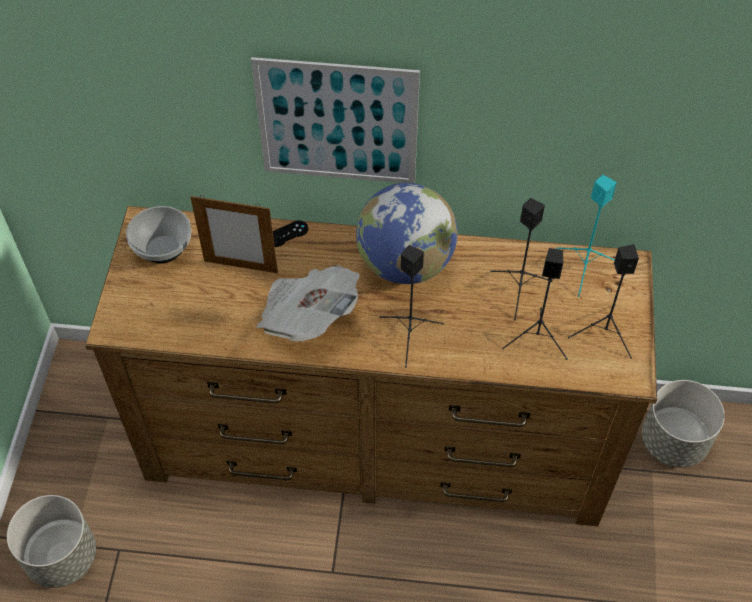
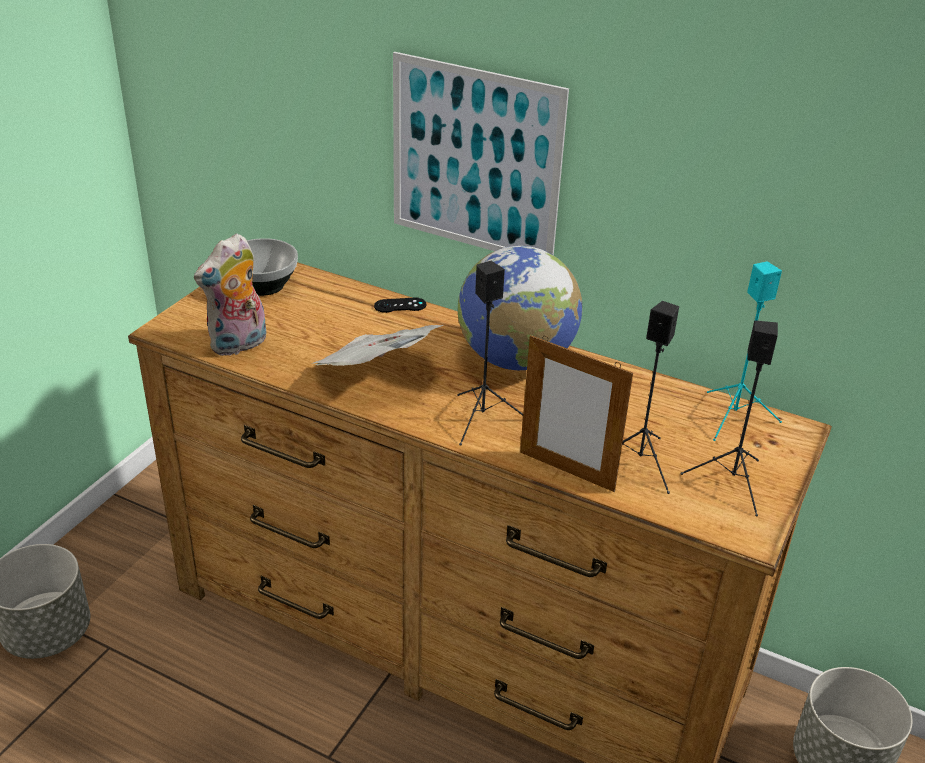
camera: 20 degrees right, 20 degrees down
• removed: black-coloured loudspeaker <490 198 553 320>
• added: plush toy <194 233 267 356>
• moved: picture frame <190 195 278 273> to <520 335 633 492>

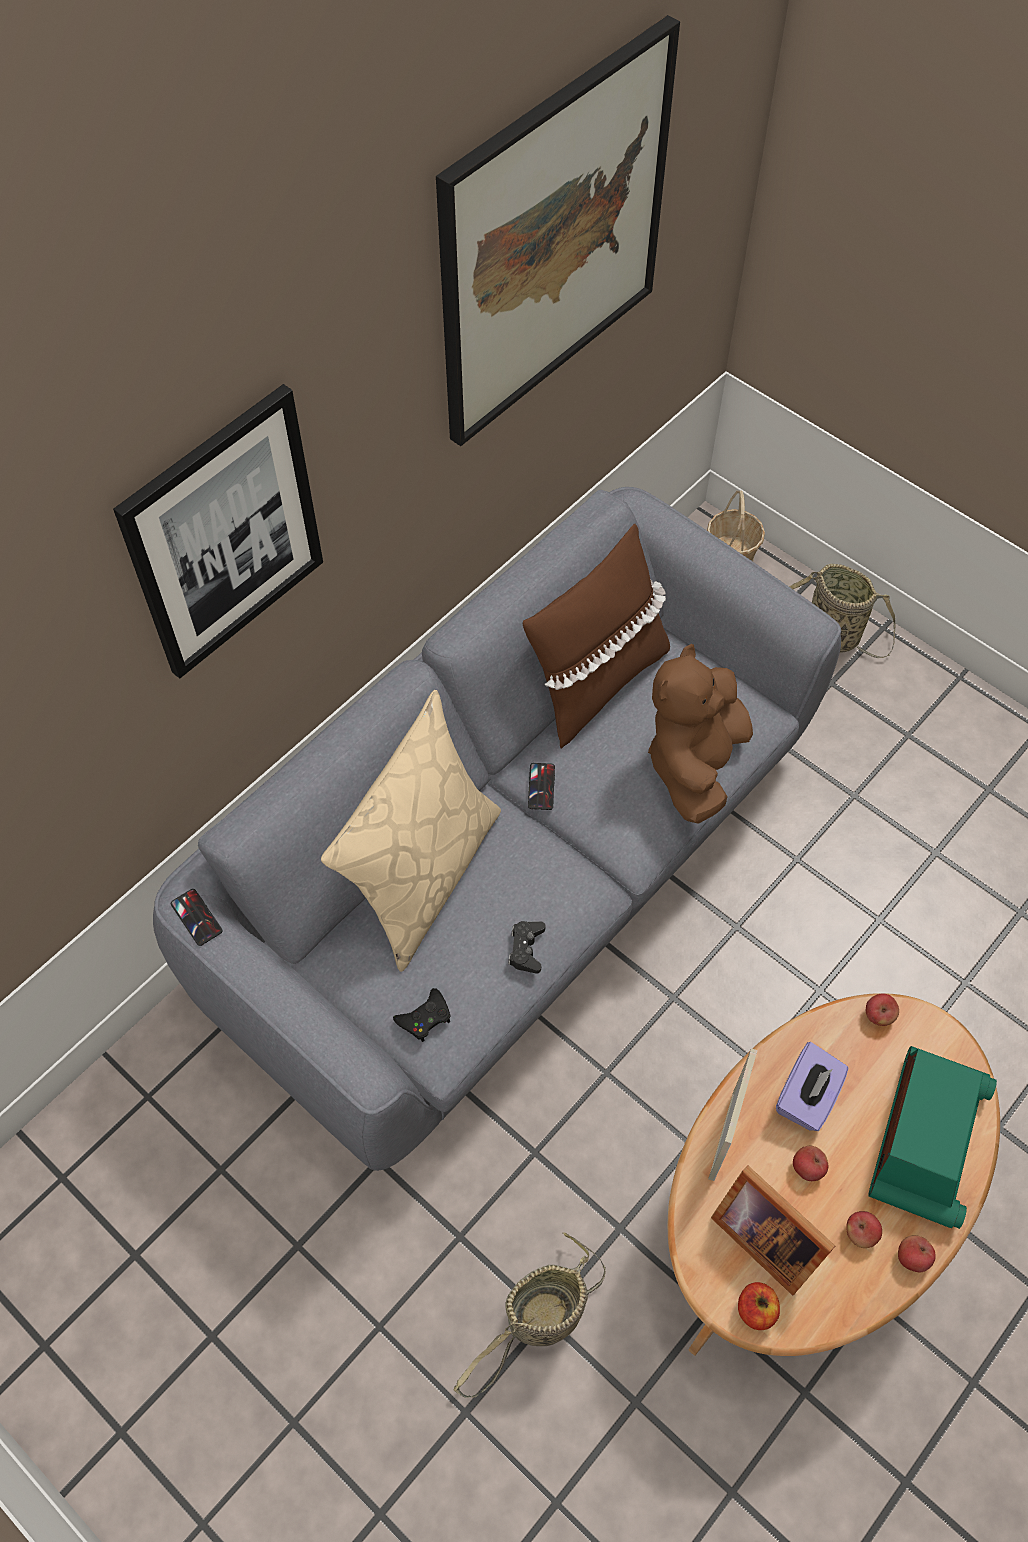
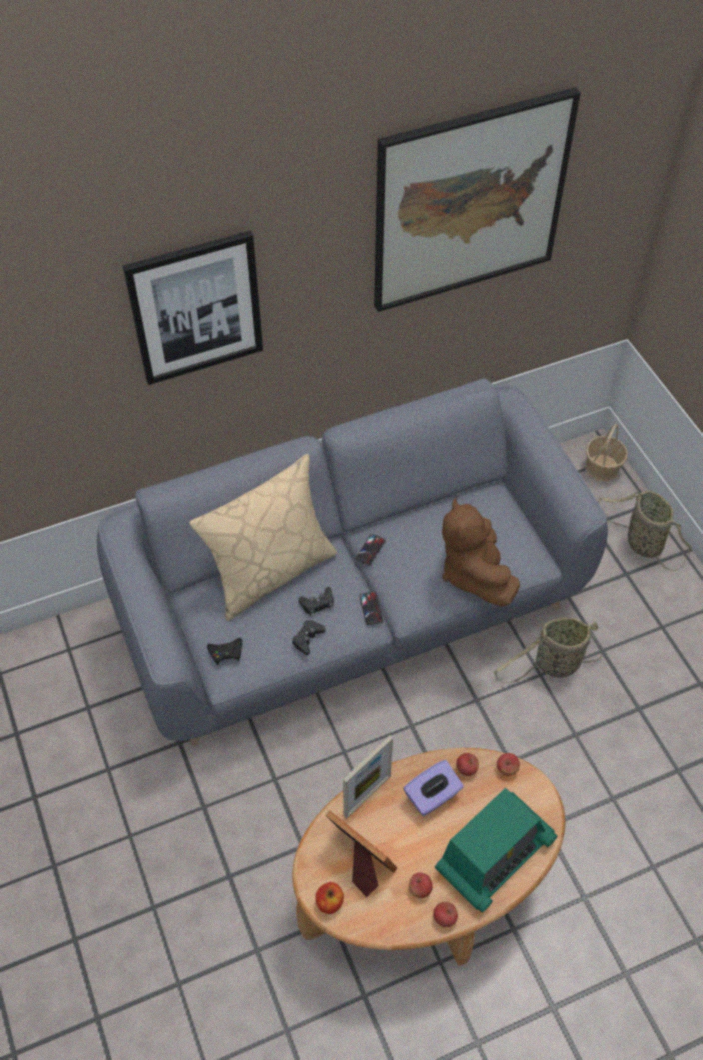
camera: 25 degrees right, 5 degrees down
• removed: brown cushion <523 524 670 748>
• added: black-coloured gamepad <299 587 334 617>
• moved: telephone <171 889 223 946> to <359 592 383 625>
• moved: household basket <454 1232 606 1398> to <493 617 602 683>
• moved: apple fruit <793 1146 828 1181> to <456 753 479 776>
• turned: brown plush toy <648 644 753 824> = <442 498 520 607> 60 degrees counterclockwise
• turned: picture frame <711 1165 835 1295> = <326 811 397 897> 150 degrees clockwise

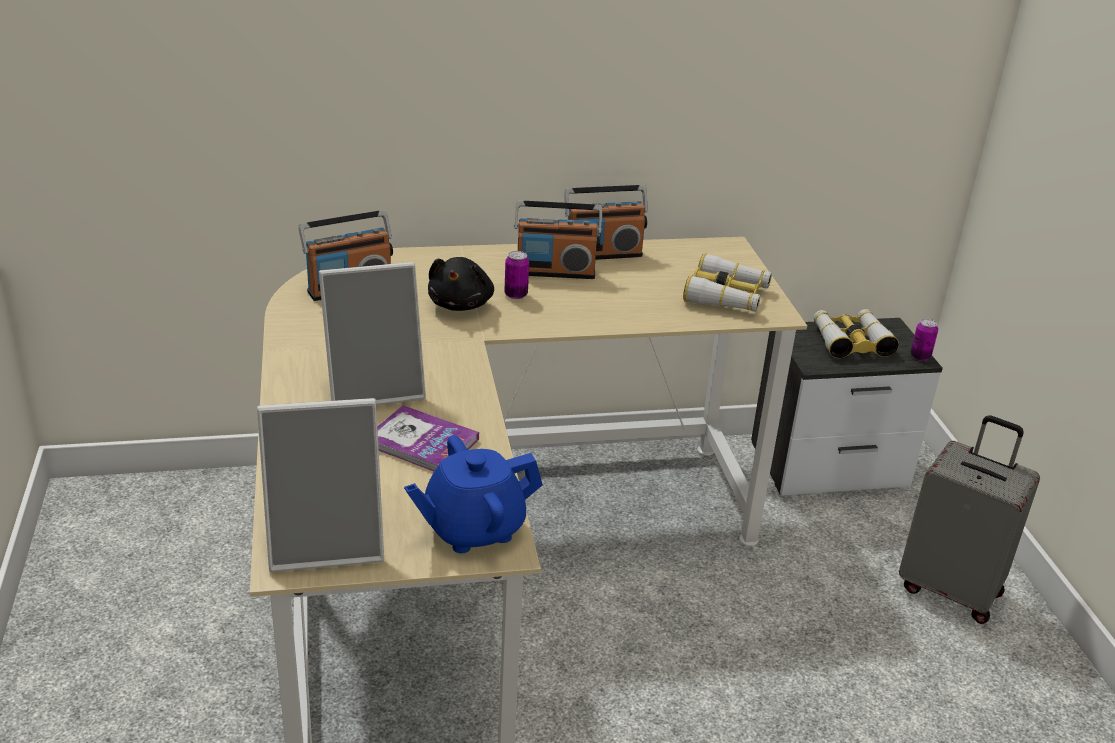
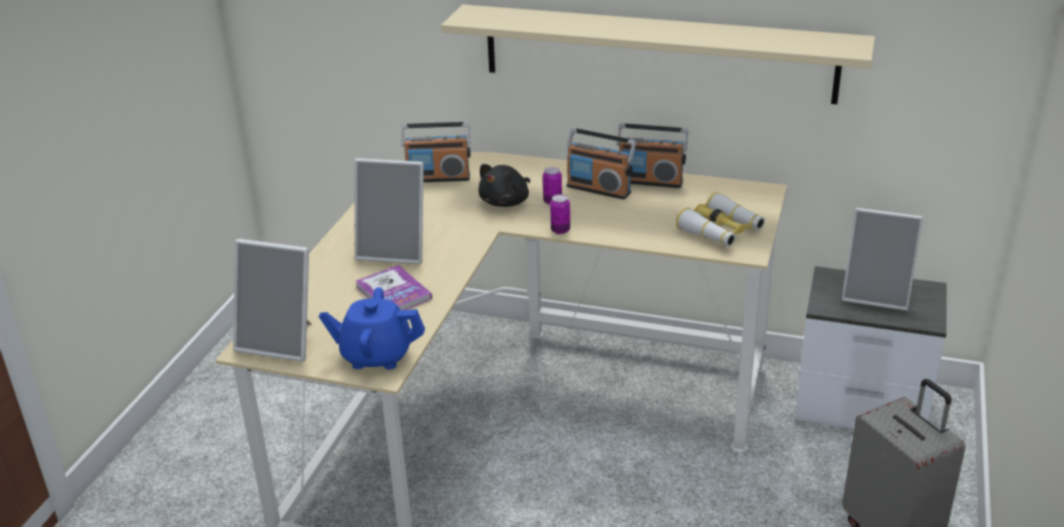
camera: 30 degrees right, 0 degrees up
• added: beige-coloured wall shelf <441 4 875 104>
• moved: metal can <911 319 938 361> to <550 194 570 234>
• replaced: field glasses <813 309 899 358> to picture frame <842 208 923 311>

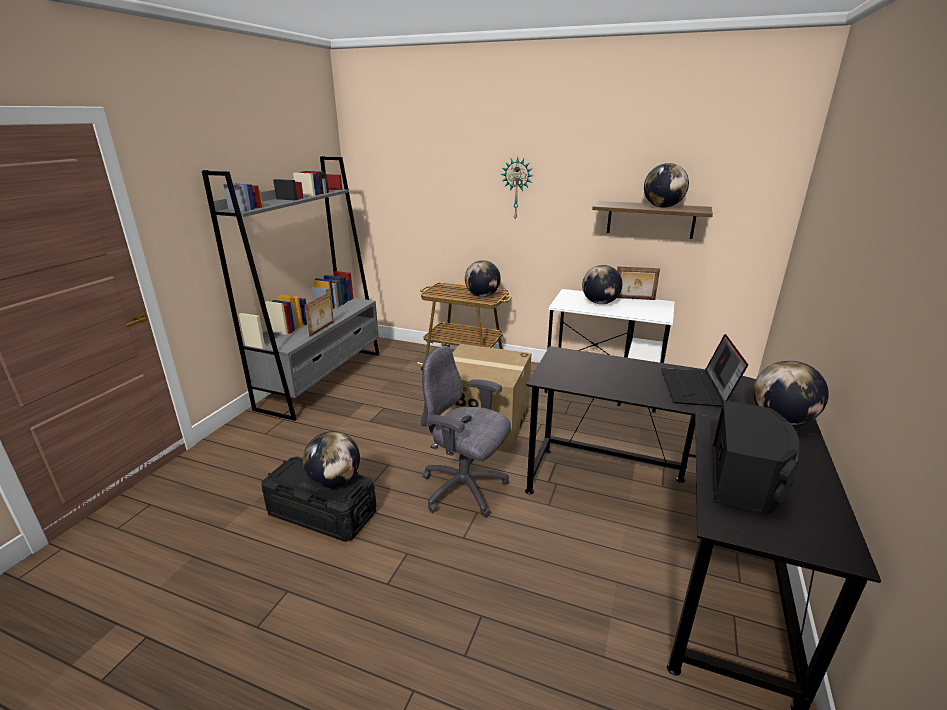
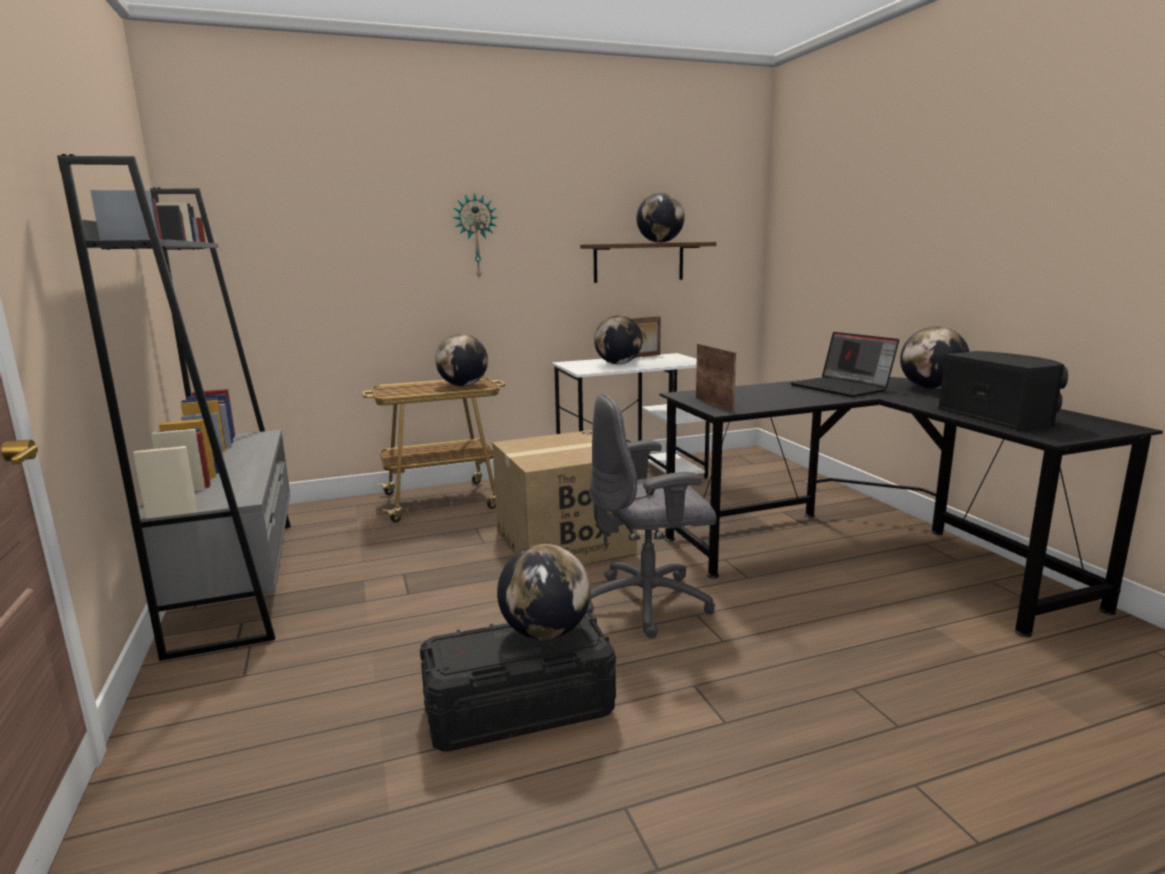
camera: 40 degrees left, 10 degrees down
• moved: picture frame <304 292 334 337> to <696 344 736 412>

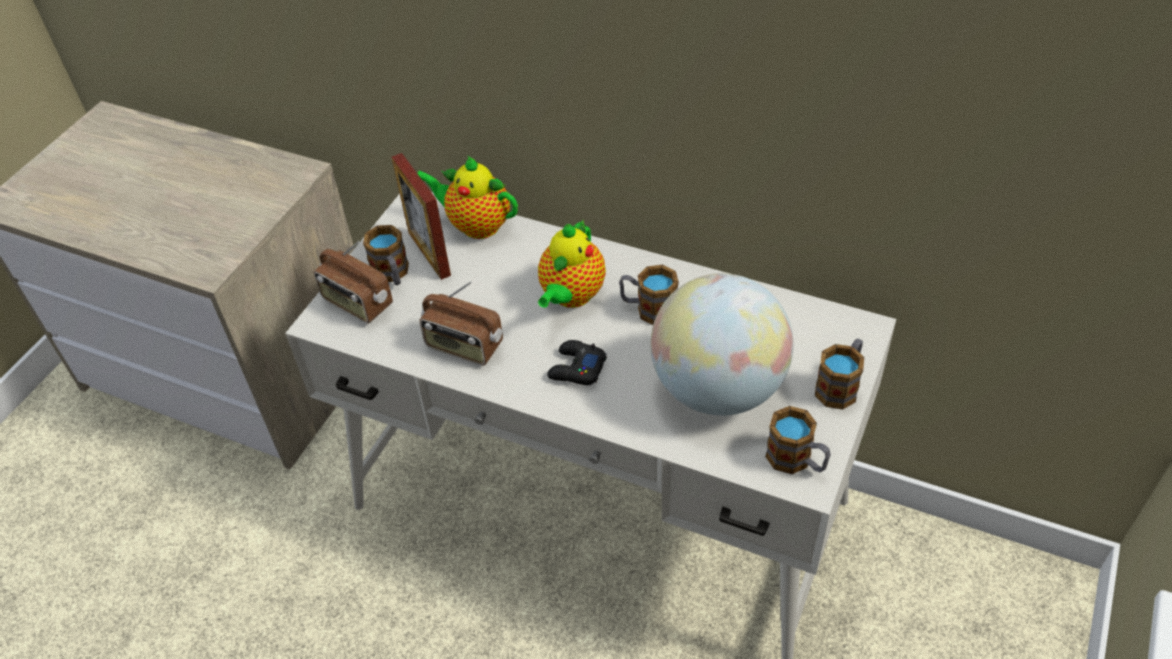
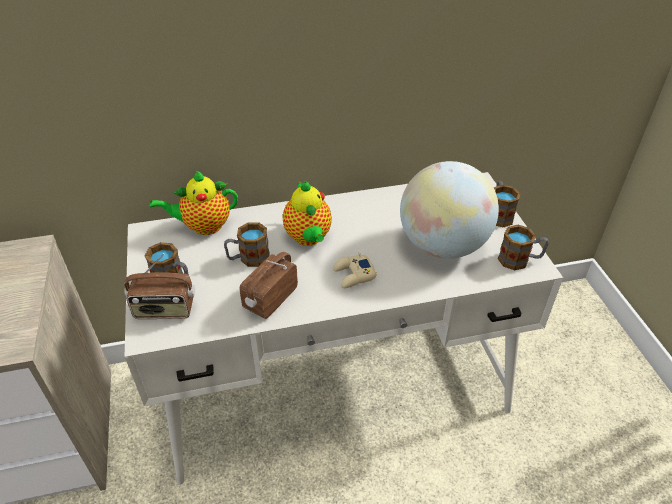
camera: 40 degrees left, 5 degrees down
• removed: picture frame <392 153 451 280>
• moved: coffee mug <619 265 679 325> to <224 222 270 267>
• recoloured: black-coloured gamepad <547 340 607 385> to beige-coloured gamepad <333 253 377 288>
• turned: radio set <419 281 503 365> = <239 252 298 319> 135 degrees clockwise

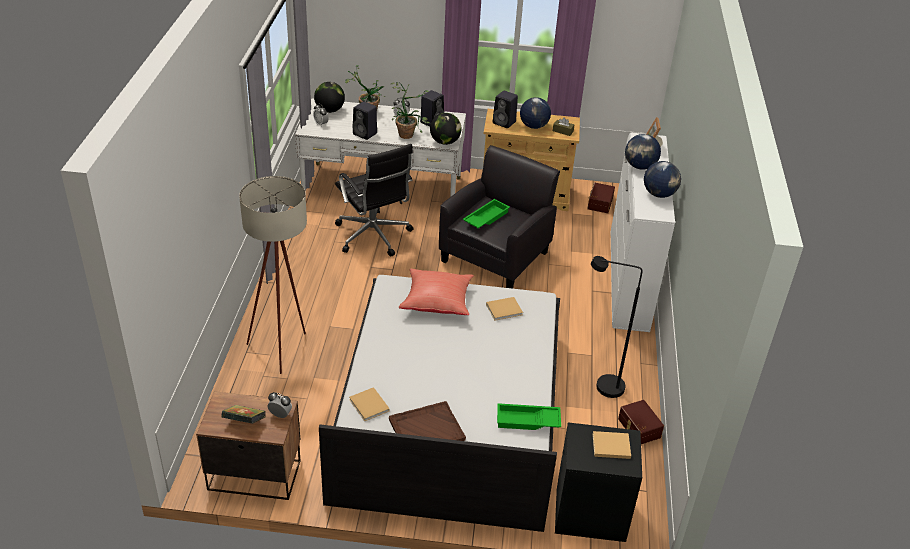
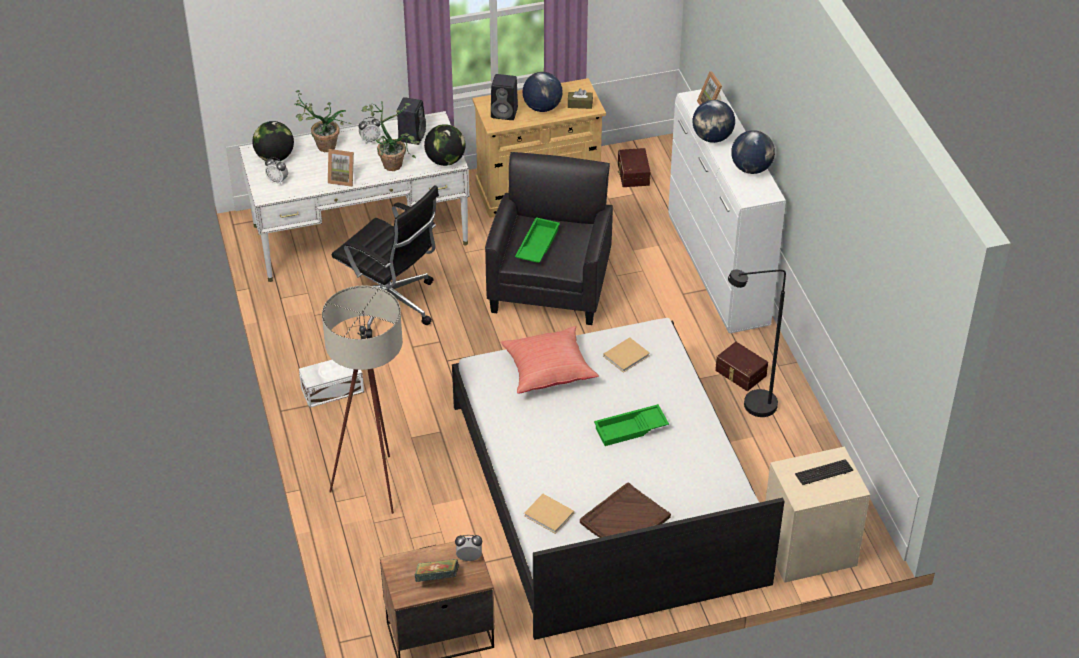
camera: 20 degrees left, 5 degrees up
• added: whitish storage container <299 360 364 408>
• moved: green tray <497 403 561 430> to <594 404 669 446>
• moved: brown storage container <618 400 664 444> to <715 342 768 391>
• replaced: black-coloured loudspeaker <352 101 377 140> to picture frame <328 149 354 187>
• replaced: beige-coloured volume <593 431 631 459> to keyboard <795 459 853 485>
• recoloured: black-coloured bedside table <555 422 642 542> to beige-coloured bedside table <766 447 870 583>

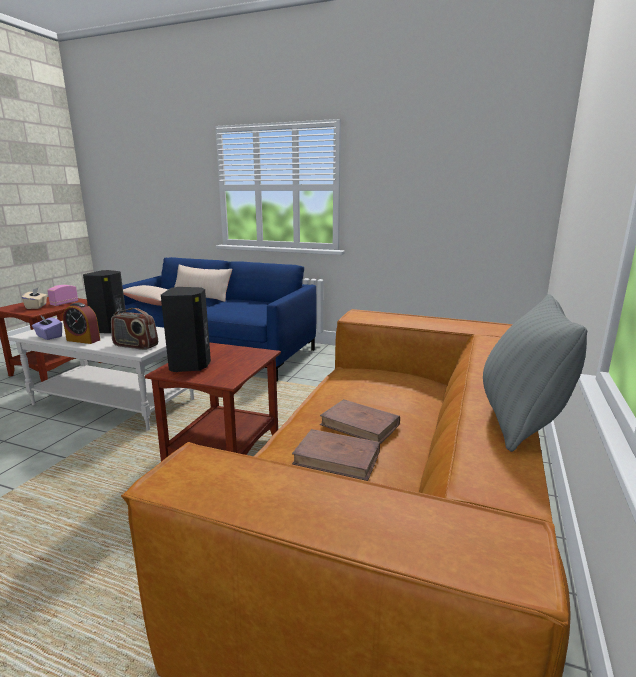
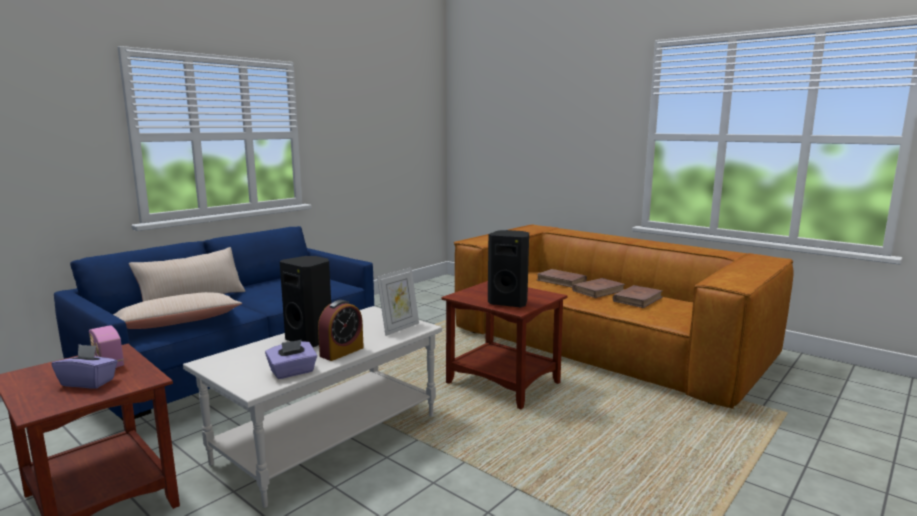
camera: 70 degrees left, 5 degrees down
• removed: gray cushion <483 294 587 452>
• added: brown volume <537 269 587 288>
• replaced: radio set <111 308 158 350> to picture frame <377 267 419 336>
• recoloured: beige-coloured tissue holder <22 288 47 309> to purple-coloured tissue holder <52 344 118 388>

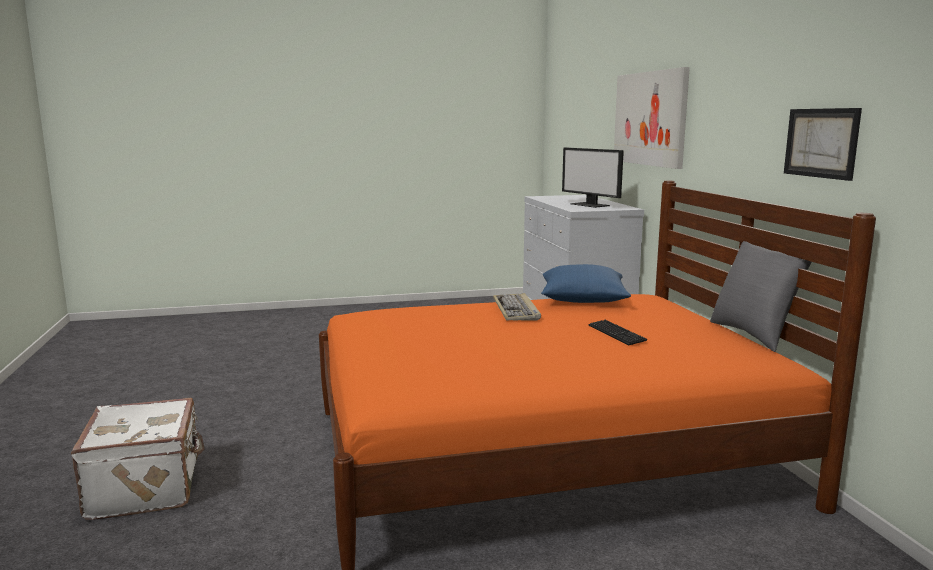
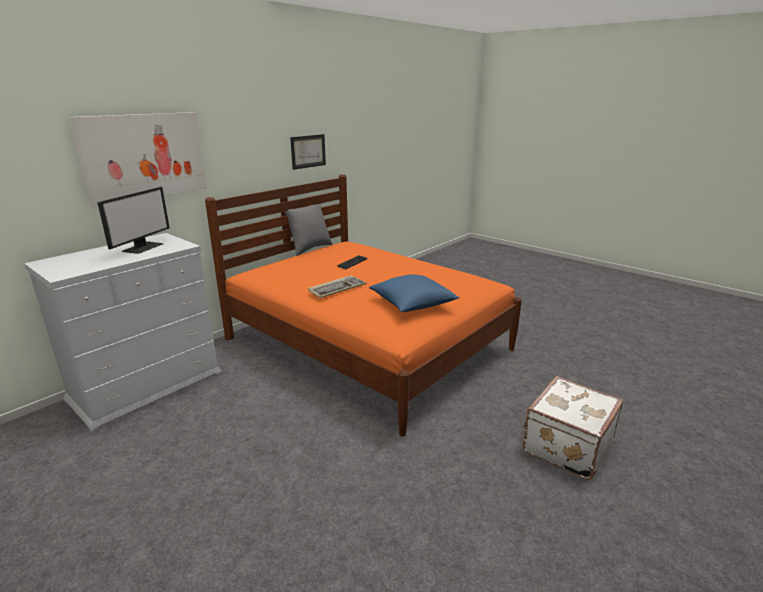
camera: 125 degrees left, 10 degrees up
• moved: bluish cushion <541 264 631 303> to <369 274 460 312>

